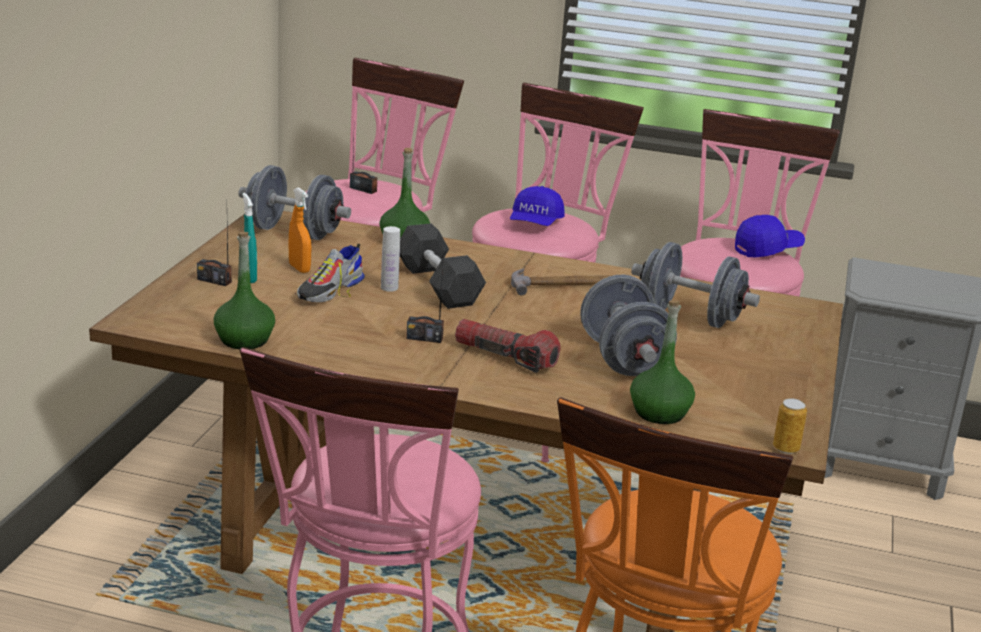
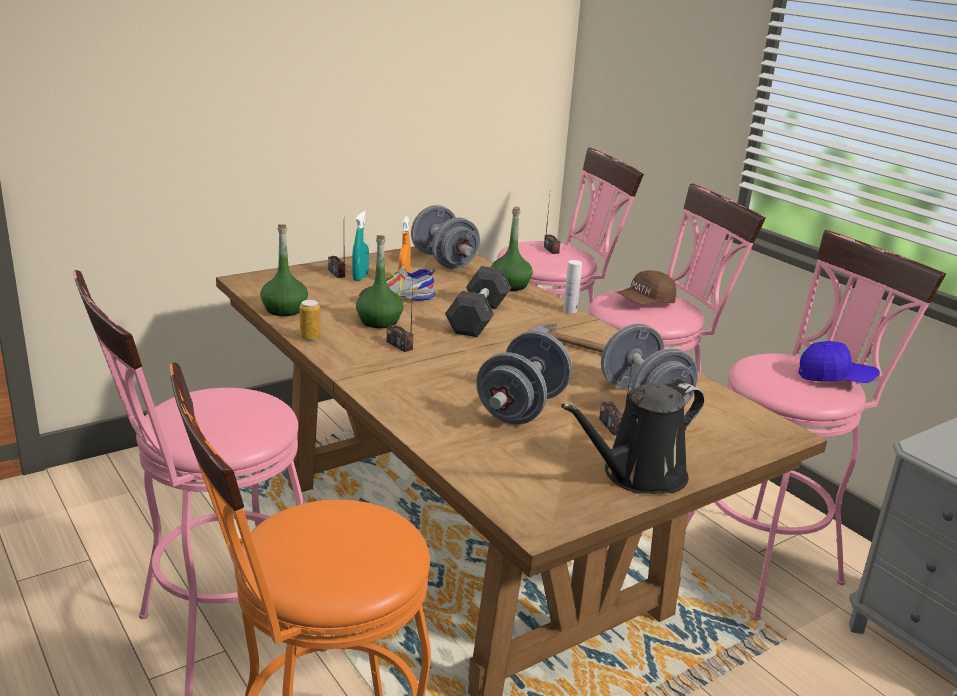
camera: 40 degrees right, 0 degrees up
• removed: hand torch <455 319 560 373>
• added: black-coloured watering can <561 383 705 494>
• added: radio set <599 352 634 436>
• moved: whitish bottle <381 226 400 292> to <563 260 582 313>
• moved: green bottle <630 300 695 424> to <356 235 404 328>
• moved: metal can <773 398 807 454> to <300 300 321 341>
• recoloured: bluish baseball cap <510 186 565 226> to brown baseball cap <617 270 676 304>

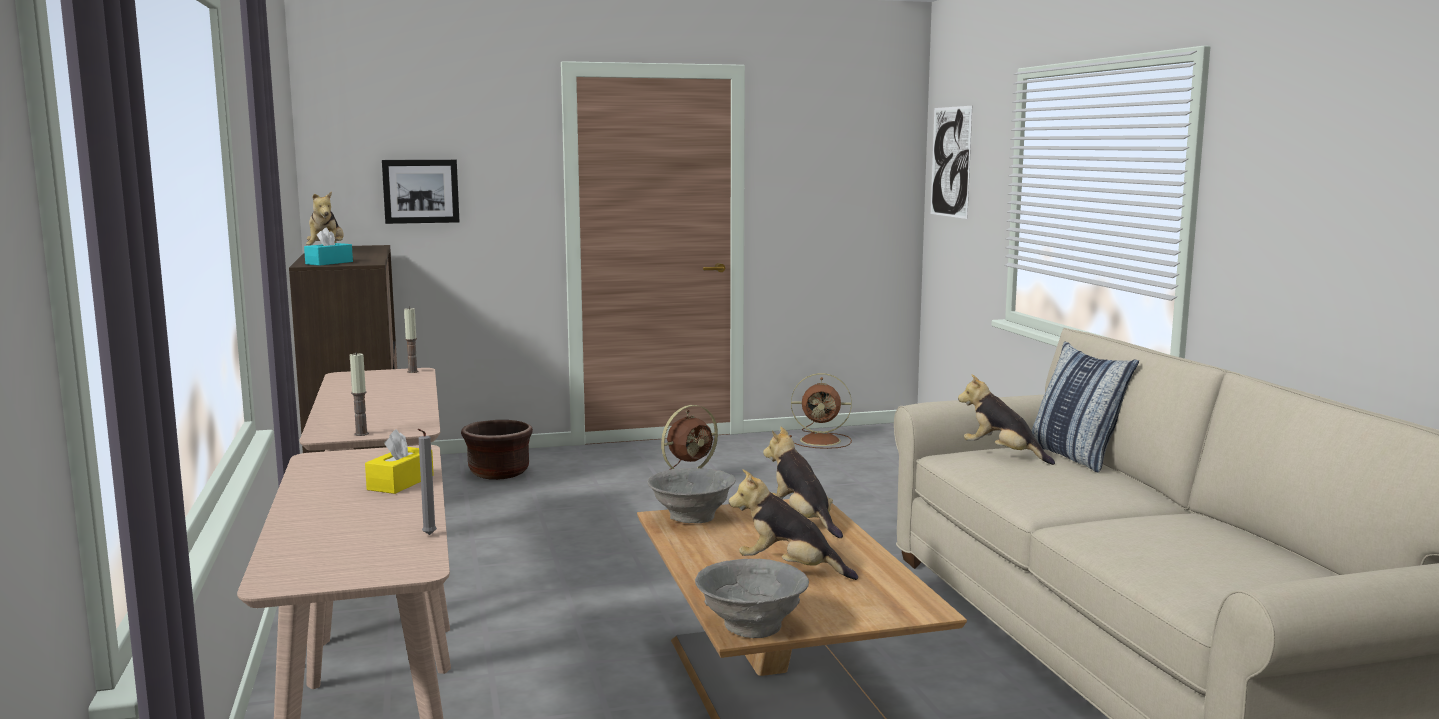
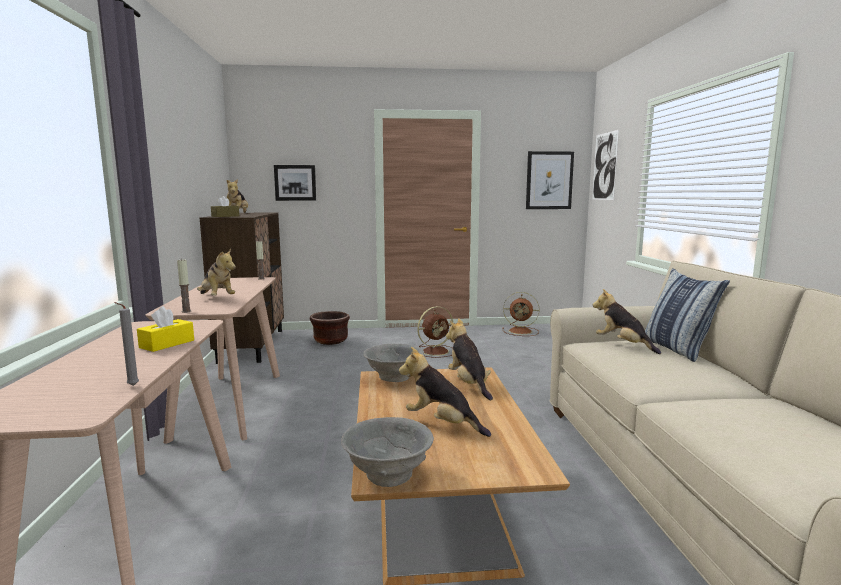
camera: 10 degrees right, 0 degrees up
• added: plush toy <197 248 236 296>
• added: picture <526 151 574 209>
• recoloured: turquoise-coloured tissue holder <304 228 353 266> to brown tissue holder <211 196 239 217>

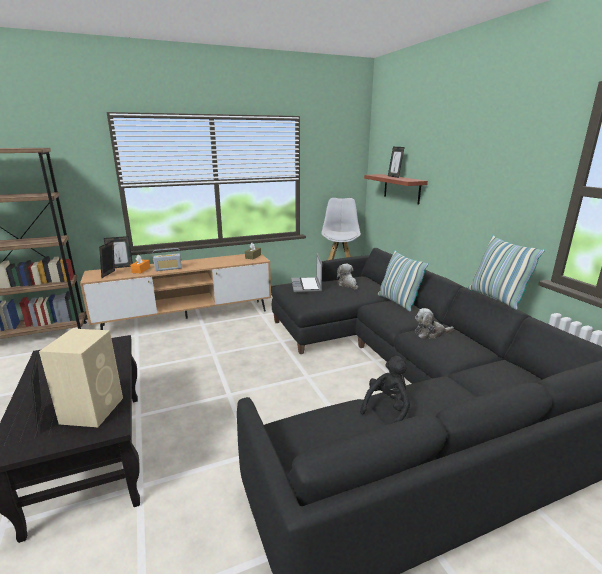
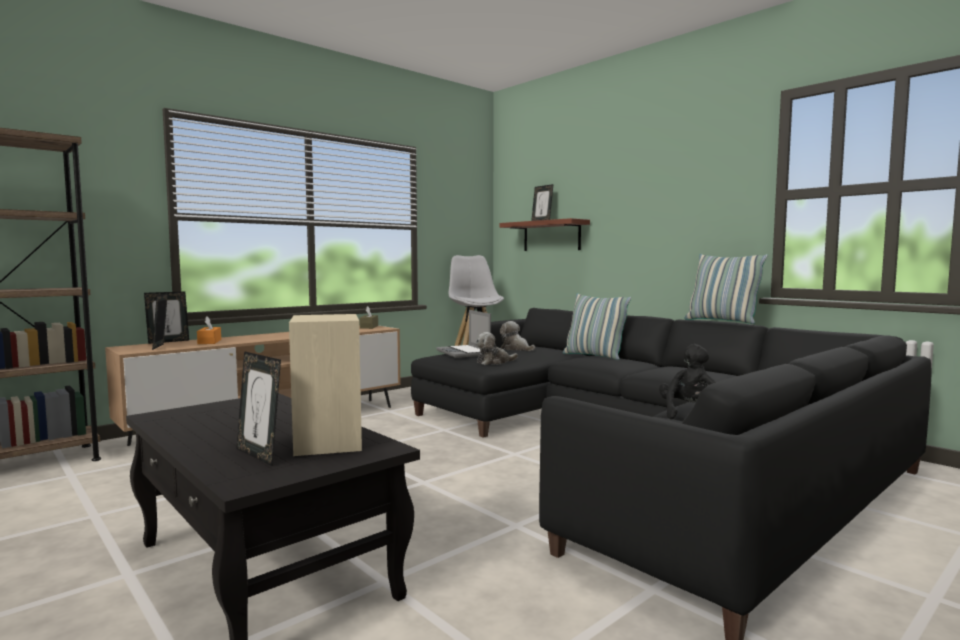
camera: 20 degrees left, 15 degrees down
• removed: radio set <152 248 182 271>
• moved: plush toy <415 308 454 339> to <475 332 518 365>

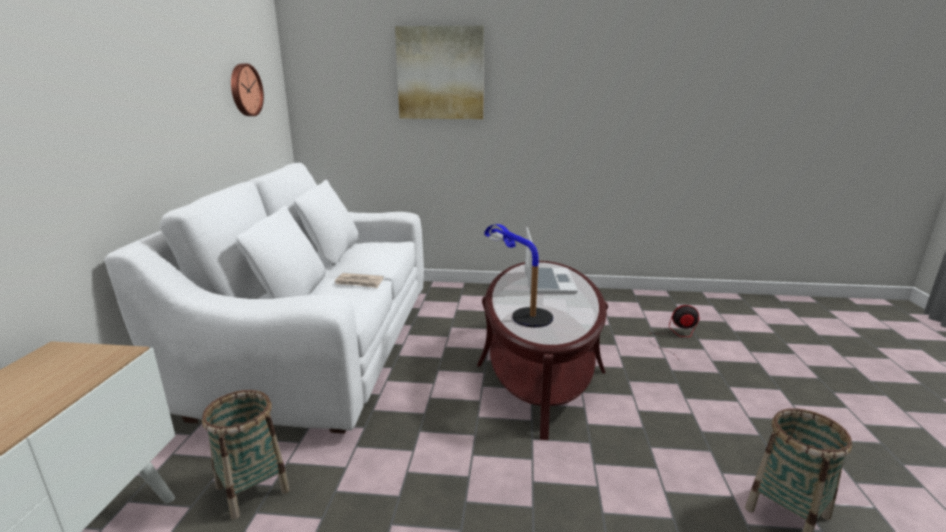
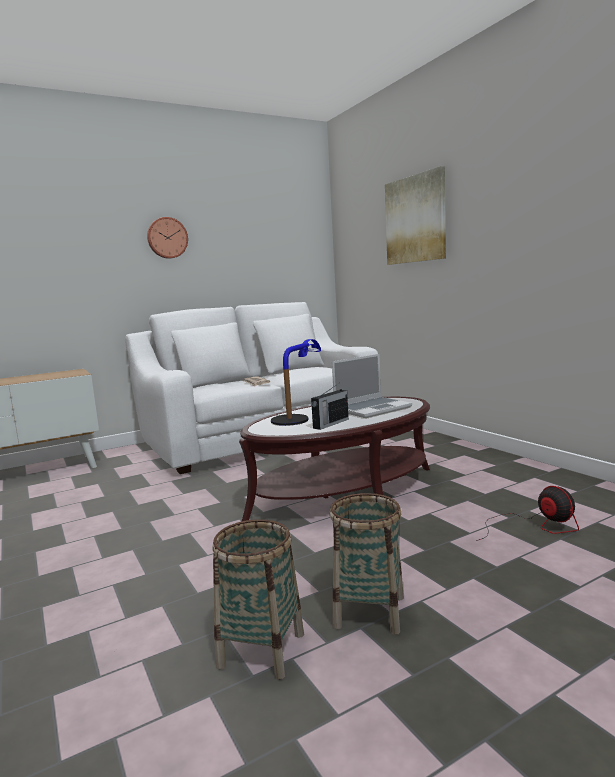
camera: 55 degrees right, 10 degrees down
• added: radio set <311 383 349 430>
• moved: household basket <202 390 290 520> to <329 493 404 635>
• moved: hanging clock <231 64 264 116> to <147 217 188 259>

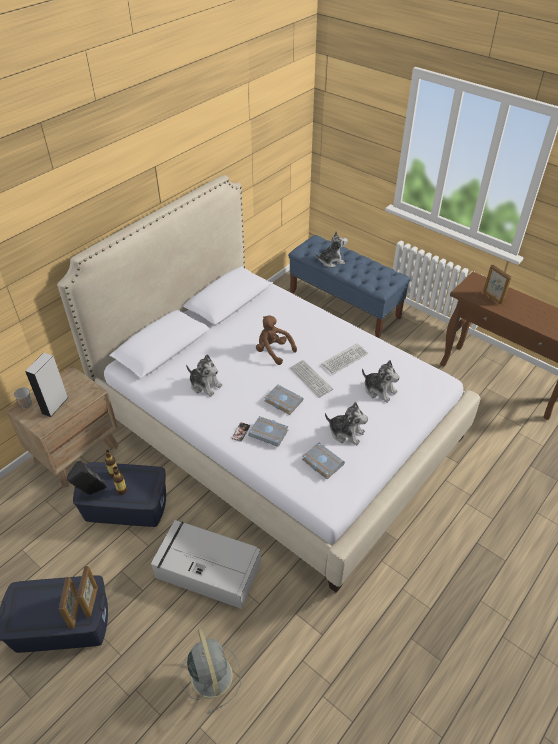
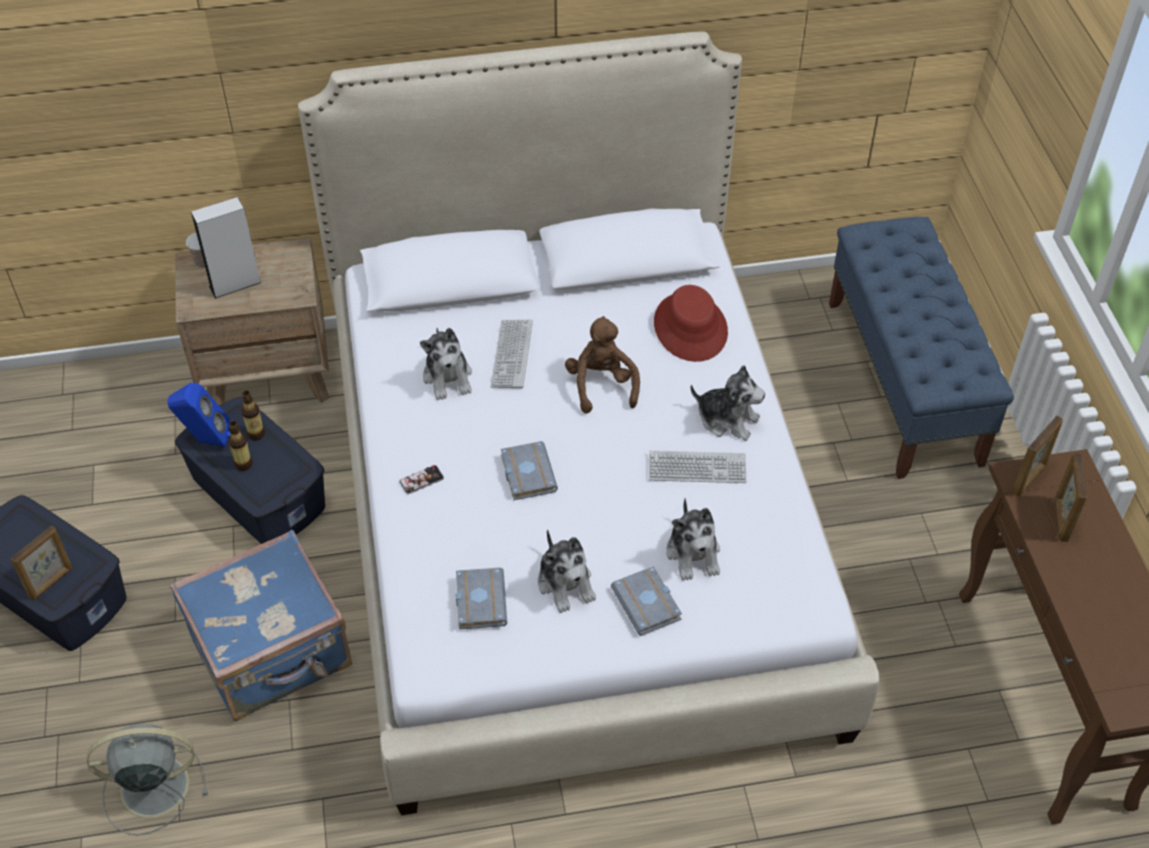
camera: 40 degrees right, 5 degrees up
• added: red-coloured clothing hat <654 285 728 362>
• moved: picture frame <76 566 98 617> to <1012 416 1063 496>
• moved: gray volume <248 416 288 447> to <611 566 682 636>
• moved: keyboard <290 360 333 398> to <491 320 533 388>
• moved: plush toy <315 232 348 267> to <690 365 765 441>
• replaced: gray storage container <151 520 261 609> to bluish piece of luggage <170 530 352 721>
• recoloured: black-coloured loudspeaker <67 461 107 495> to bluish loudspeaker <167 383 231 447>
• turned: gray electric fan <180 628 241 713> = <87 724 208 835> 120 degrees counterclockwise

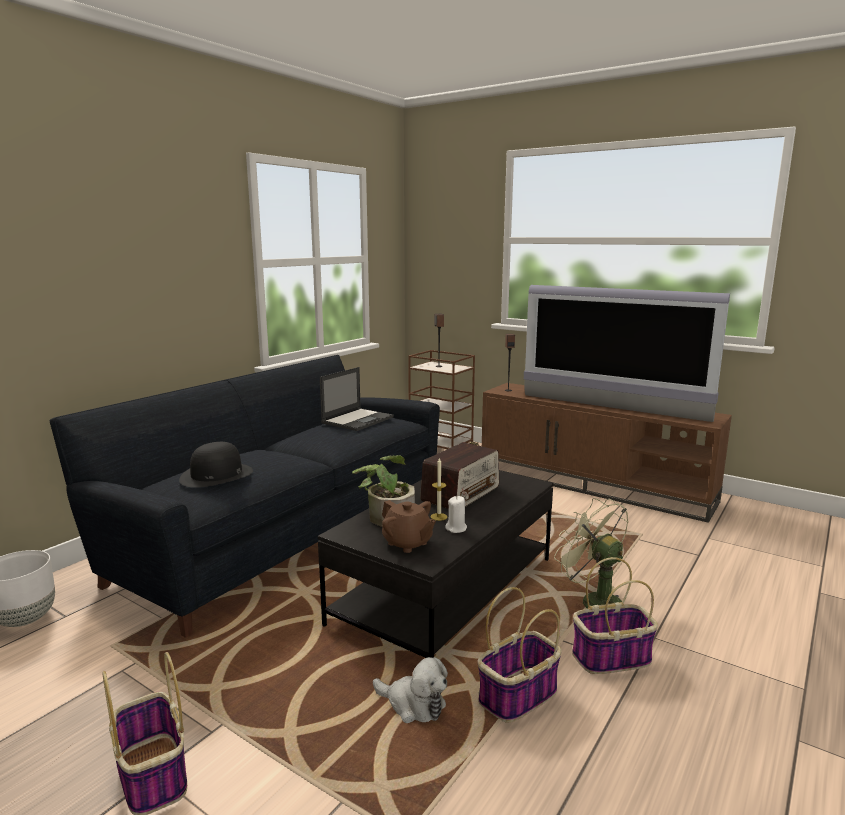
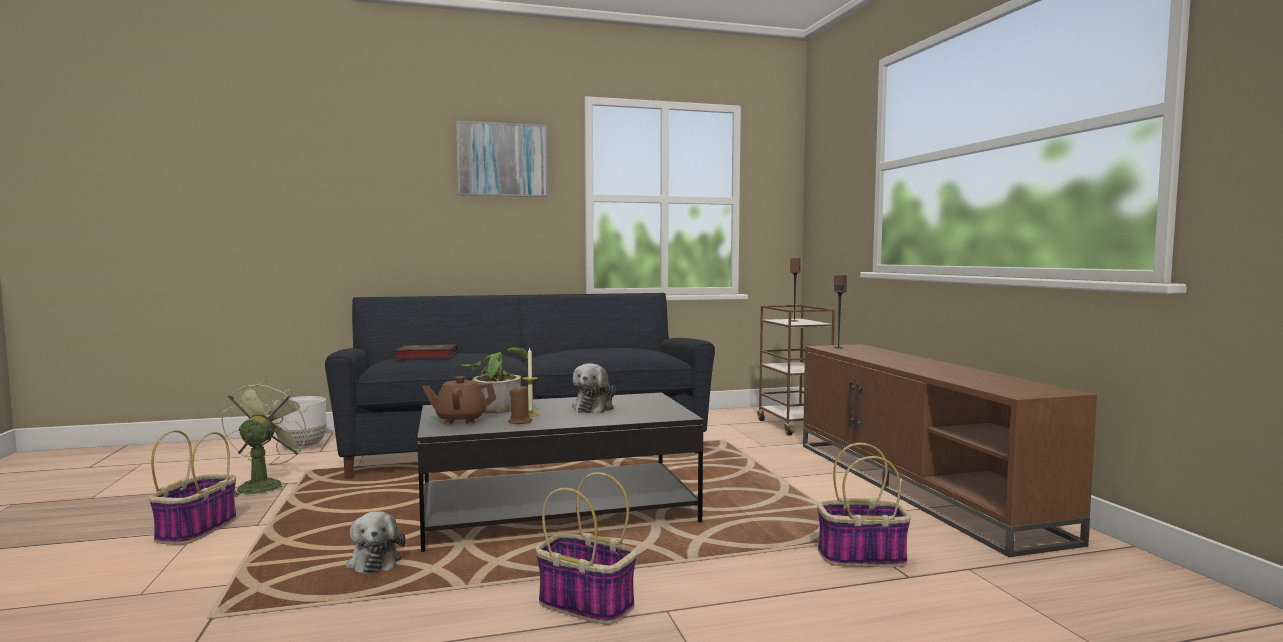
camera: 40 degrees right, 10 degrees down
• removed: notebook computer <320 367 394 431>
• removed: television <524 285 730 422>
• added: picture <456 121 548 197>
• moved: household basket <478 587 562 723> to <817 443 911 567>
• moved: green electric fan <554 498 629 609> to <221 380 313 497>
• replaced: black-coloured clothing hat <179 442 253 488> to volume <394 344 458 359>
• replaced: radio set <420 442 499 509> to plush toy <572 363 616 414>
• recoloured: whitish candle <445 496 467 533> to brown candle <508 385 532 424>
• turned: brown pot for tea <382 500 436 553> = <423 376 496 424> 90 degrees clockwise

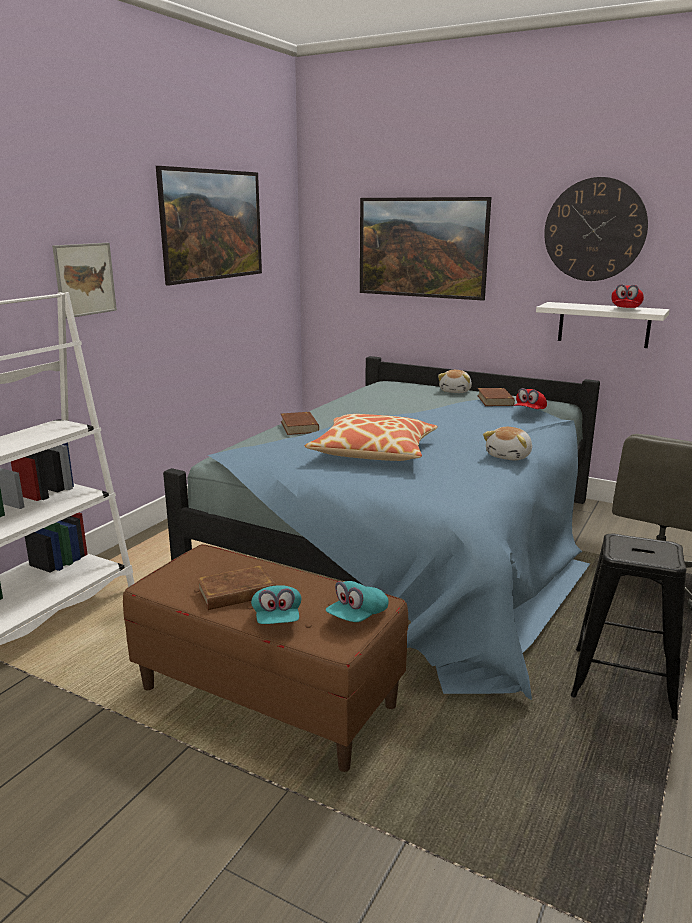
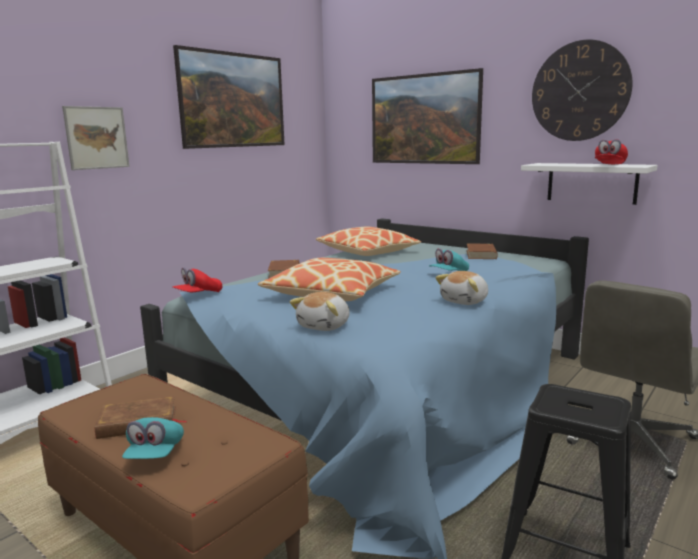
camera: 10 degrees right, 5 degrees down
• added: cushion <316 227 421 256>
• moved: turquoise-coloured baseball cap <326 581 389 622> to <429 248 469 271>
• moved: plush toy <438 370 472 393> to <290 292 349 331>
• moved: red-coloured baseball cap <514 388 547 409> to <172 267 222 292>

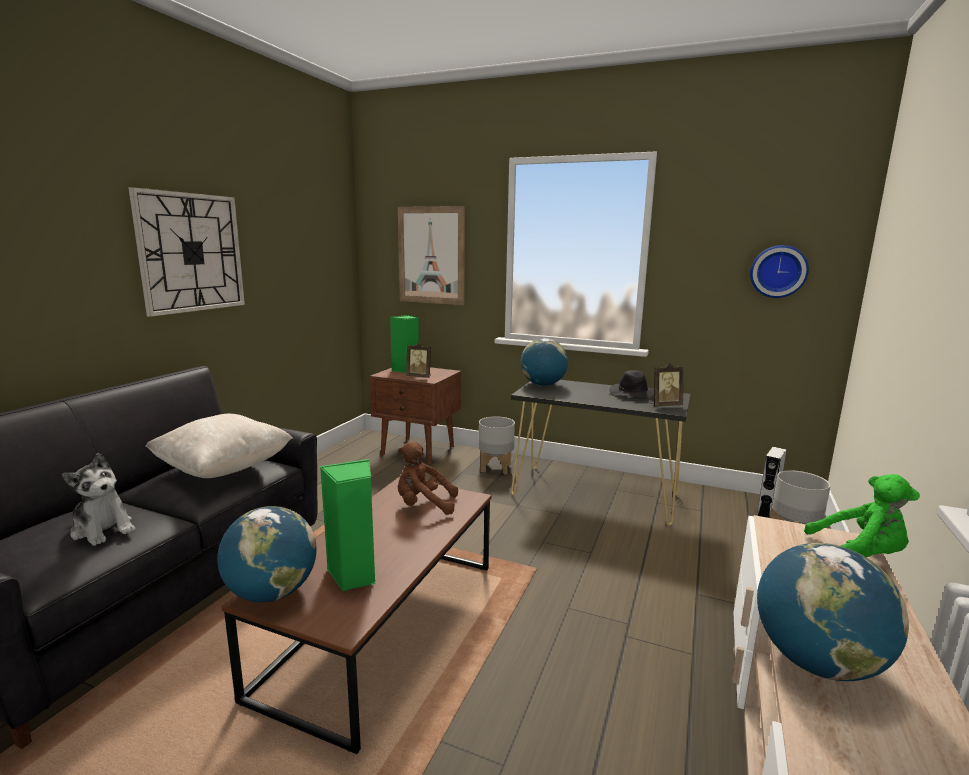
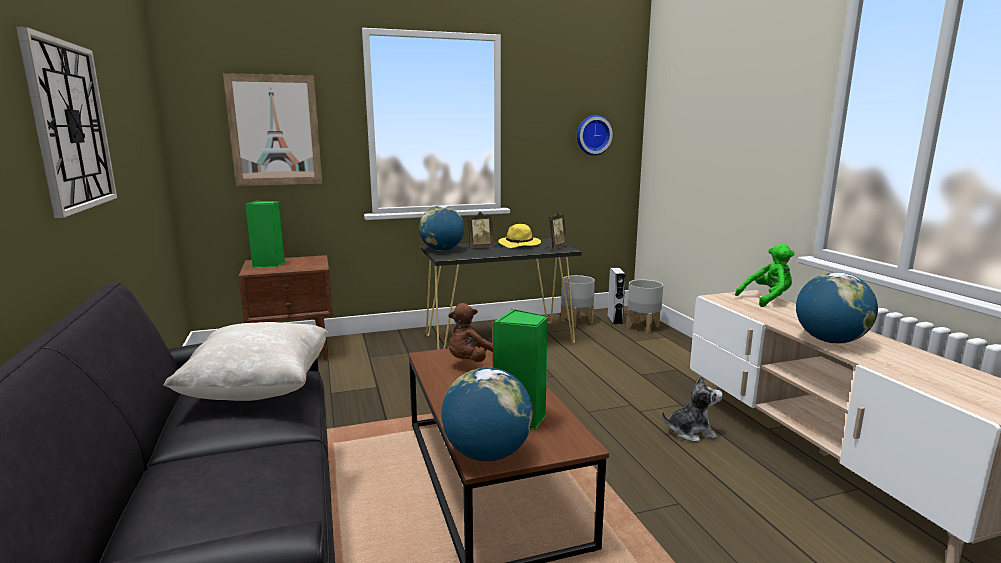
camera: 40 degrees left, 0 degrees up
• moved: plush toy <62 453 136 546> to <662 375 723 442>
• moved: picture frame <406 343 431 378> to <468 212 494 248>
• moved: gray plant pot <479 417 515 474> to <561 275 595 327>
• recoloured: black-coloured clothing hat <609 370 654 398> to yellow-coloured clothing hat <498 224 541 248>

